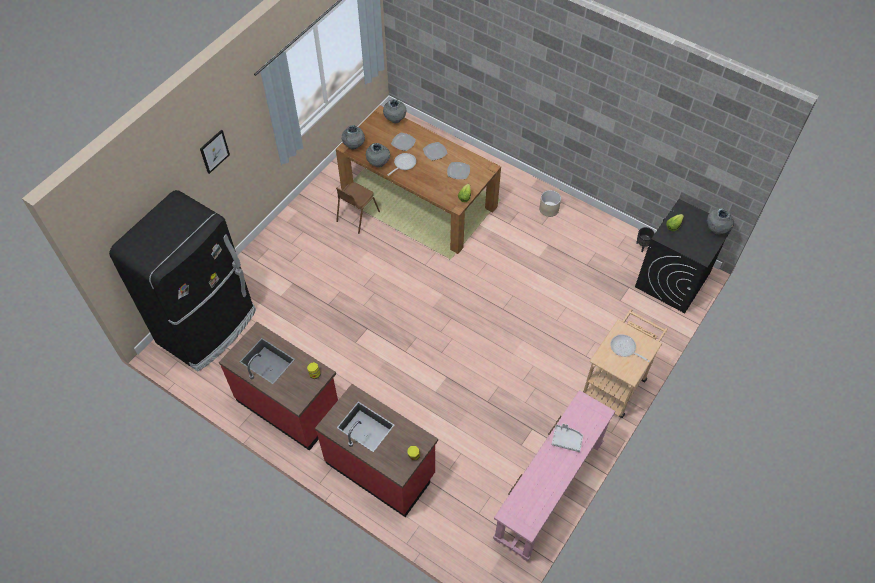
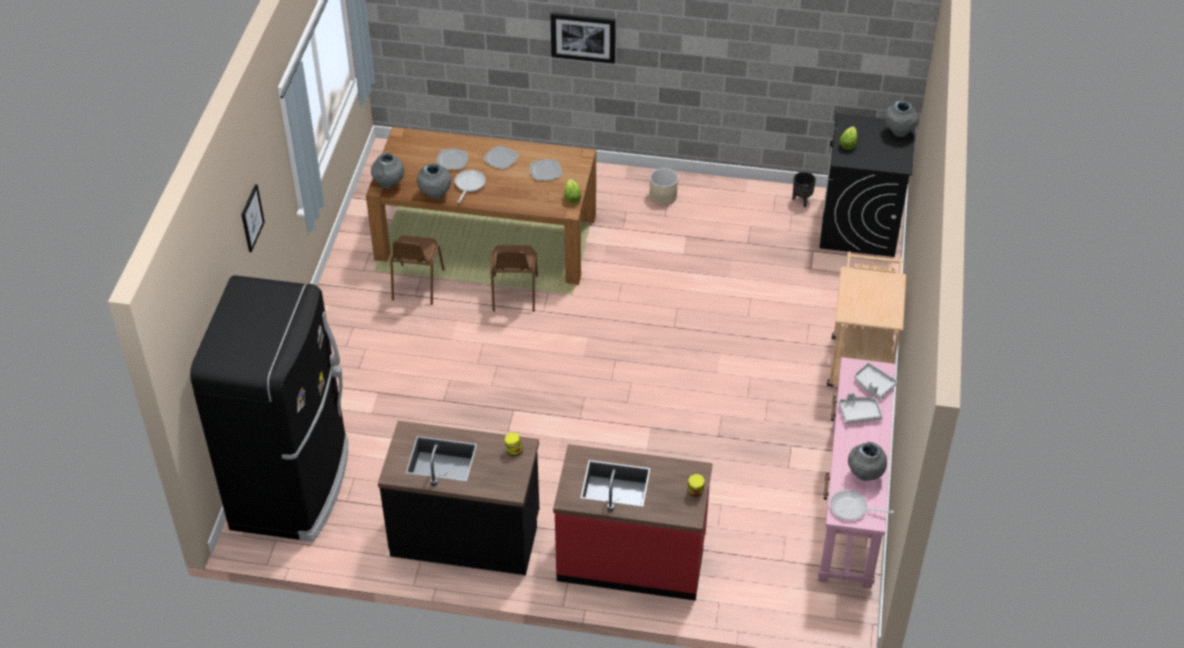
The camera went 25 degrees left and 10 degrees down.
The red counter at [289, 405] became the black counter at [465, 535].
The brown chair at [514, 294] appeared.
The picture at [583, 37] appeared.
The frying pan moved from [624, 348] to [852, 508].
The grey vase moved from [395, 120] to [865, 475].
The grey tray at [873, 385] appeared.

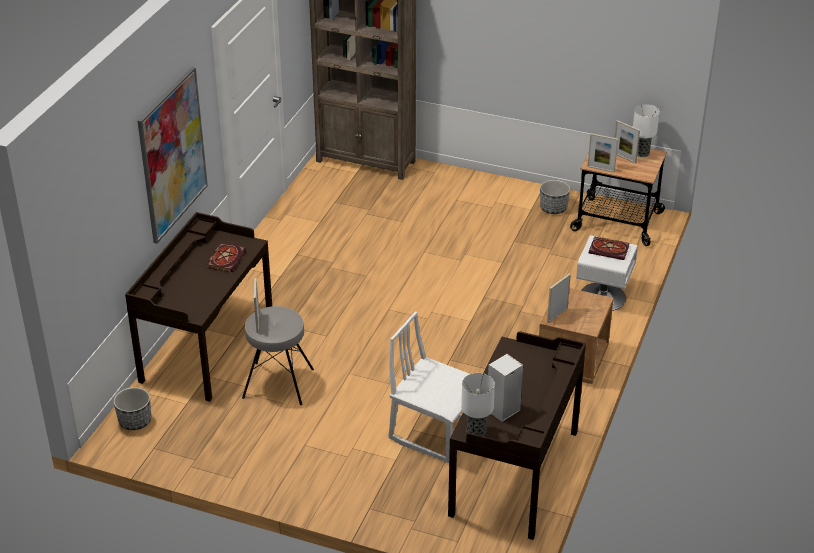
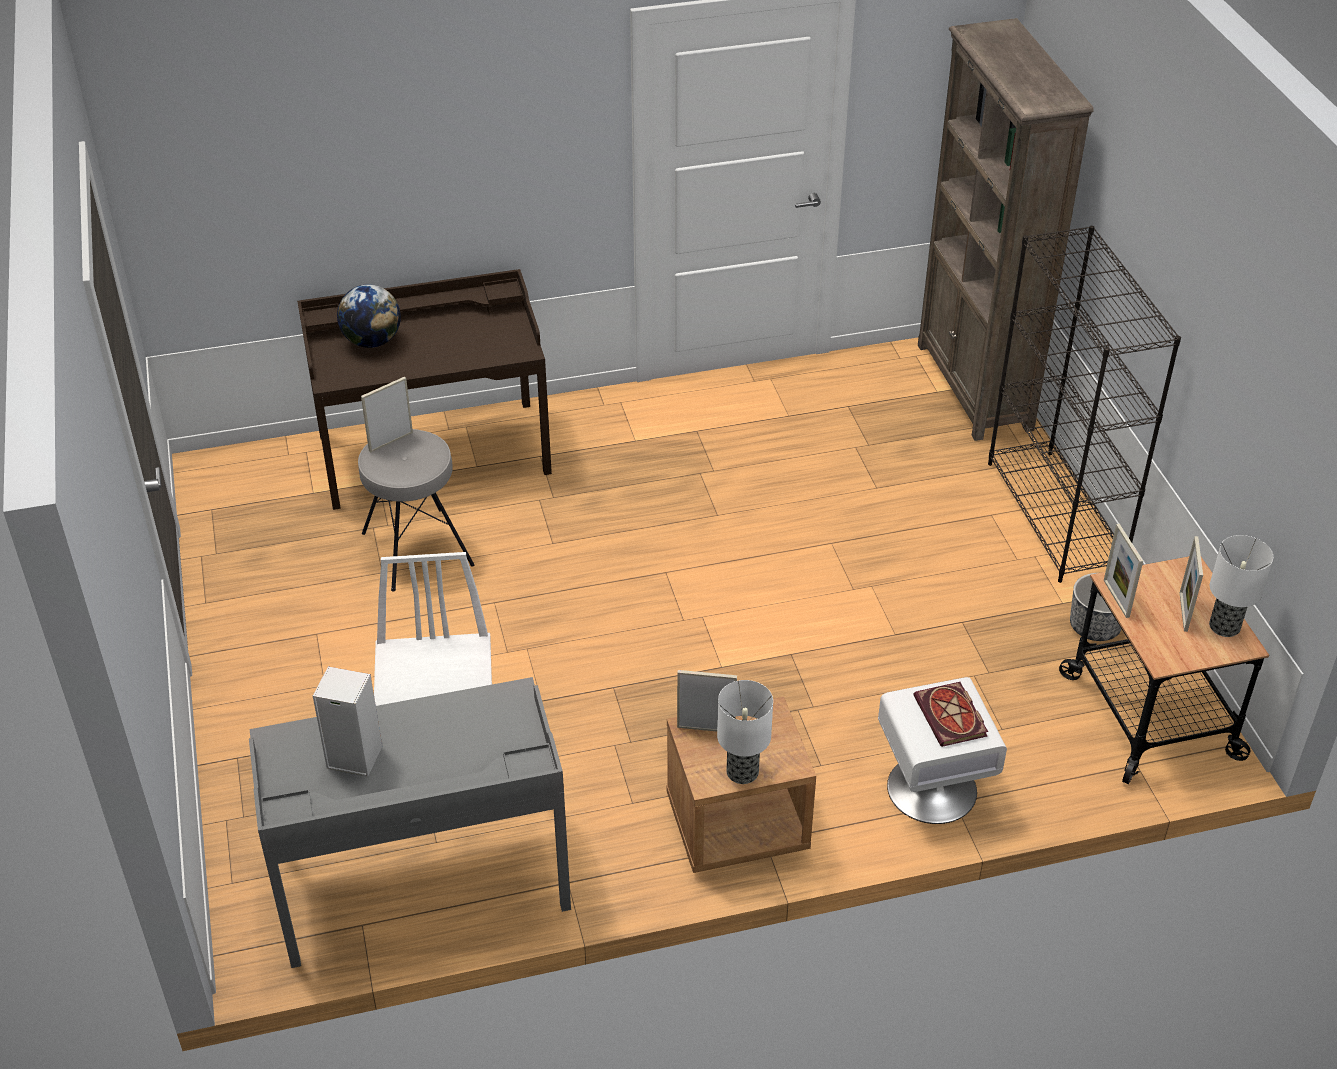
The camera went 55 degrees right and 5 degrees up.
The brown desk at [516, 473] became the grey desk at [422, 879].
The globe at [372, 341] appeared.
The table lamp moved from [475, 431] to [741, 771].
The black bookcase at [1056, 515] appeared.
The planter at [135, 421] disappeared.
The picture at [172, 154] disappeared.
The book at [226, 258] disappeared.

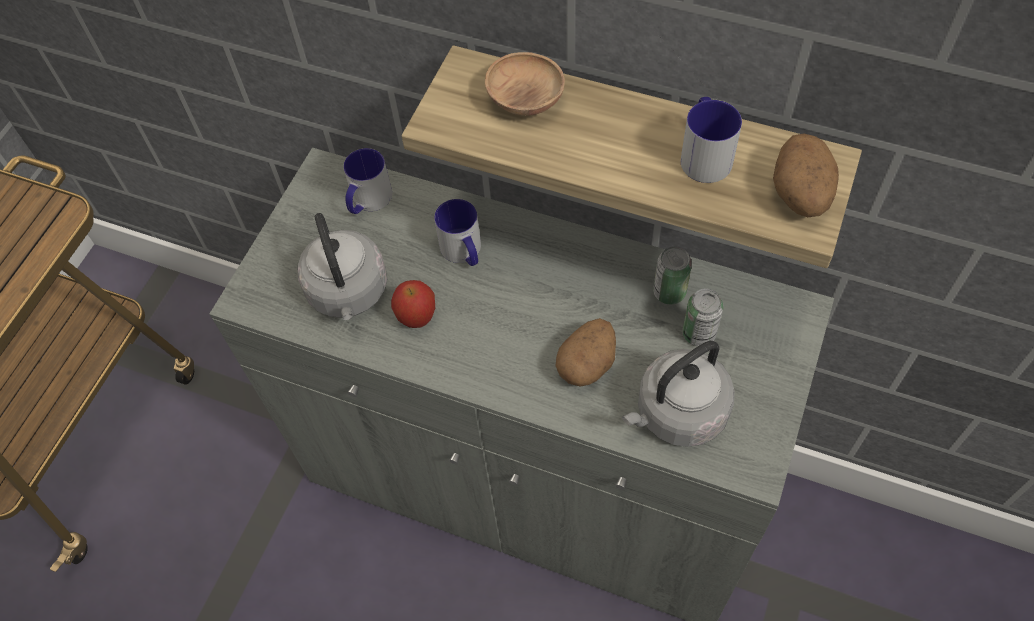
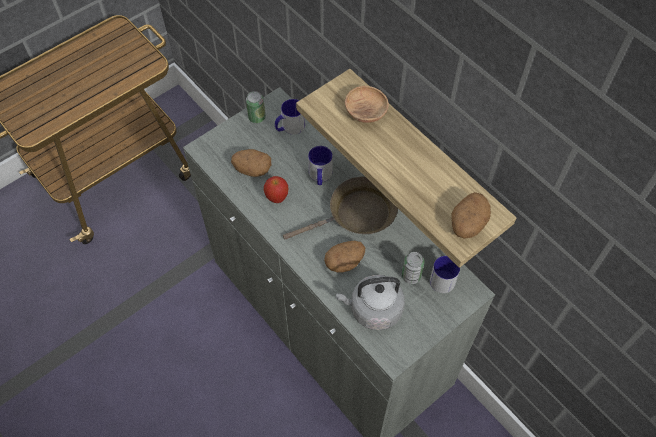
The camera went 25 degrees right and 0 degrees up.
The grey kettle at [349, 293] was replaced by the potato at [252, 169].
The can moved from [669, 292] to [257, 117].
The brown frying pan at [357, 215] appeared.
The mug moved from [704, 154] to [444, 277].

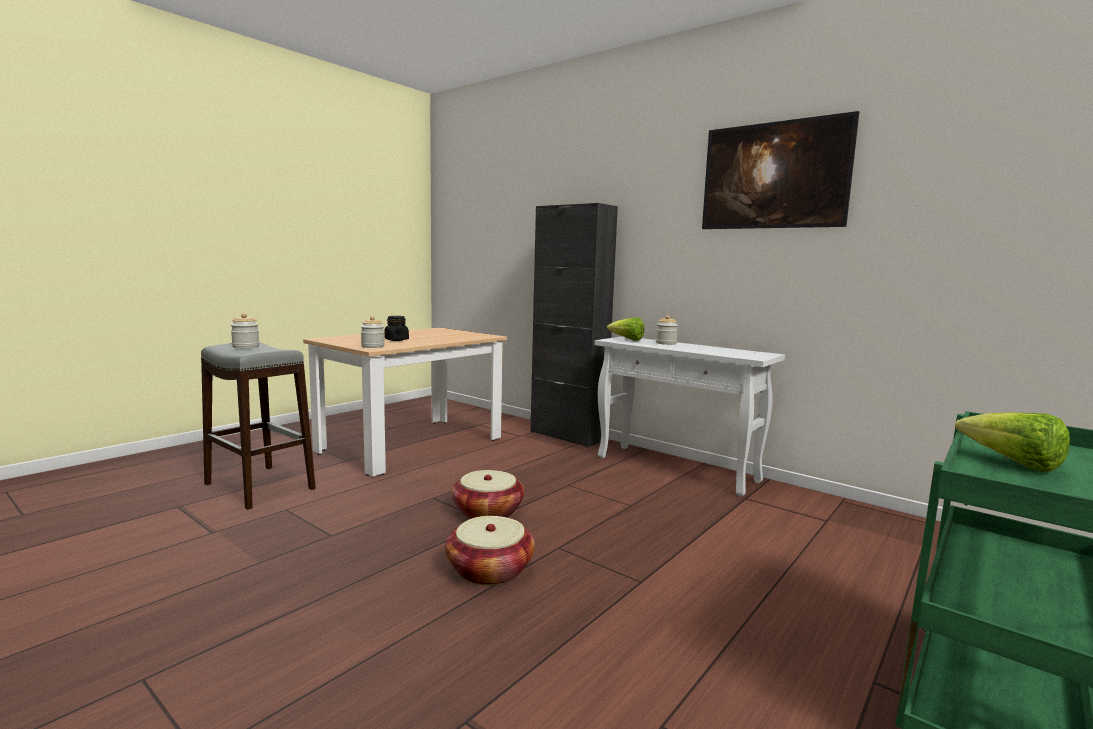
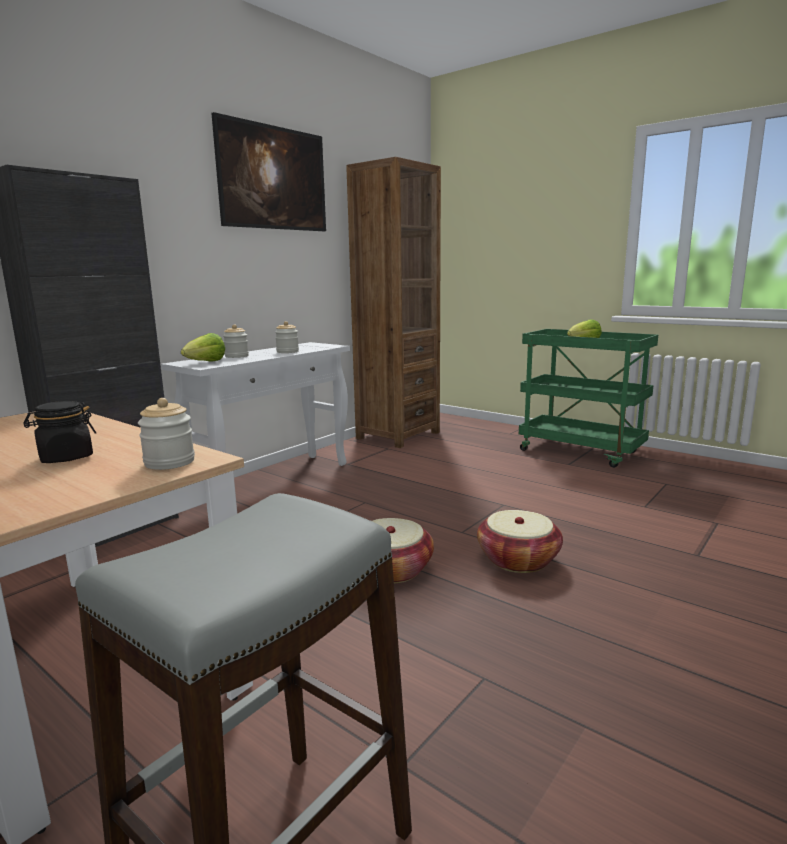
The camera went 90 degrees left and 5 degrees up.
The jar moved from [246, 347] to [287, 352].
The brown bookcase at [398, 435] appeared.

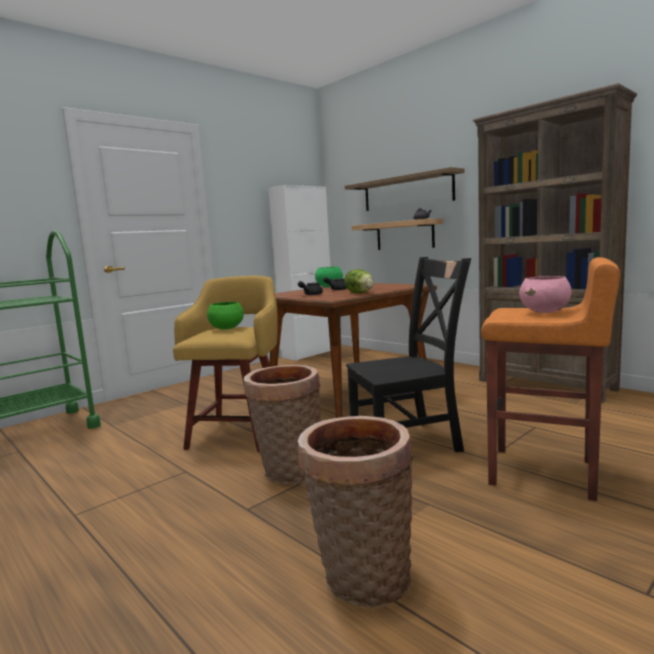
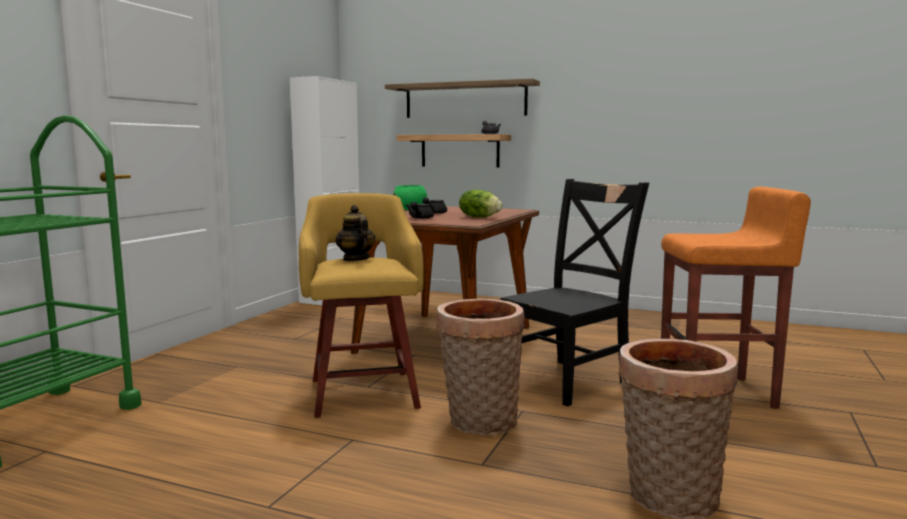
The camera went 25 degrees left and 0 degrees up.
The green bowl at [226, 328] was replaced by the teapot at [355, 259].
The brown bookcase at [546, 385] disappeared.
The pink bowl at [545, 312] disappeared.

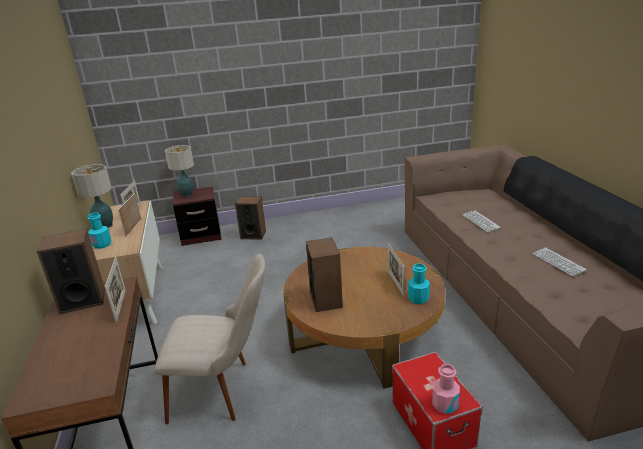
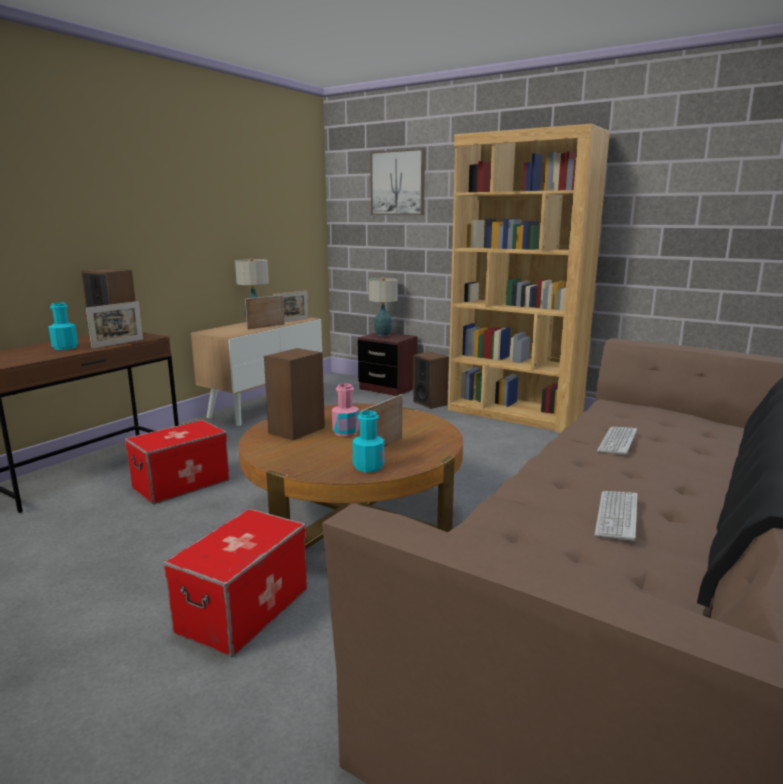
The camera went 45 degrees right and 10 degrees down.
The turquoise bottle moved from [102, 244] to [65, 347].
The beige chair at [225, 390] was replaced by the storage box at [181, 484].
The pink bottle moved from [445, 405] to [345, 432].
The picture at [398, 183] appeared.
The brown bookcase at [514, 414] appeared.

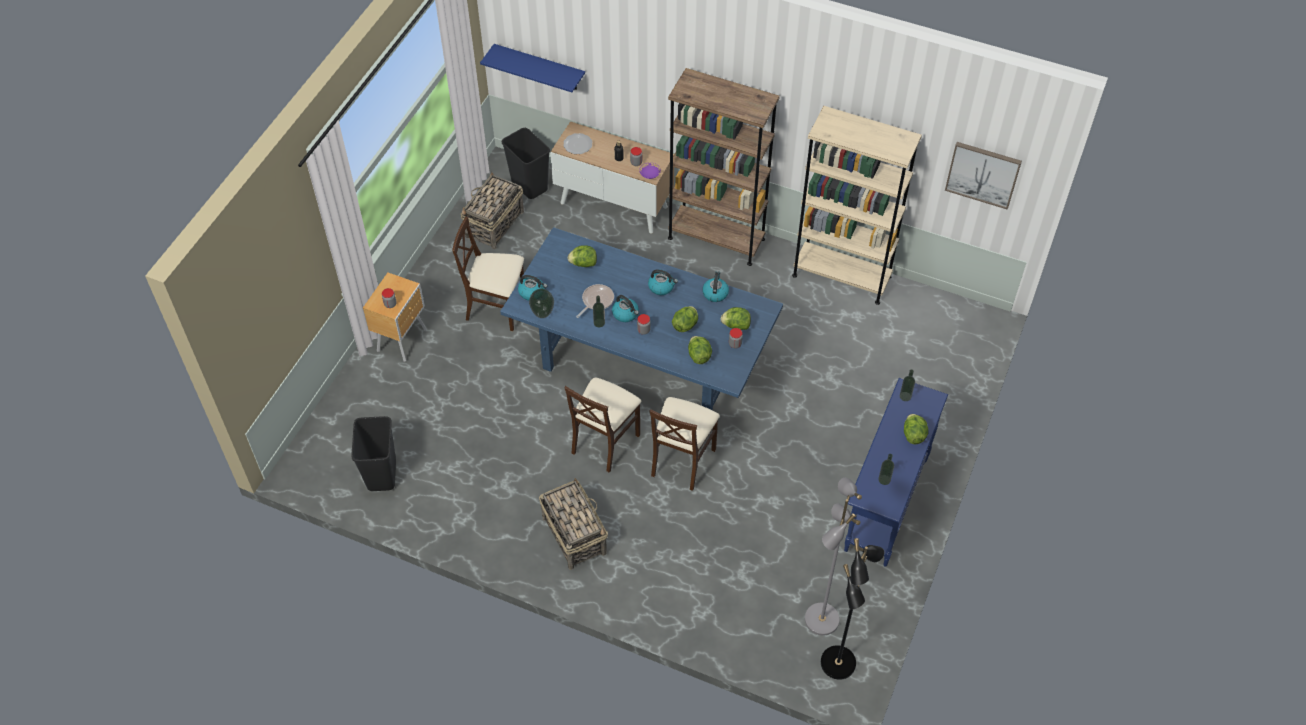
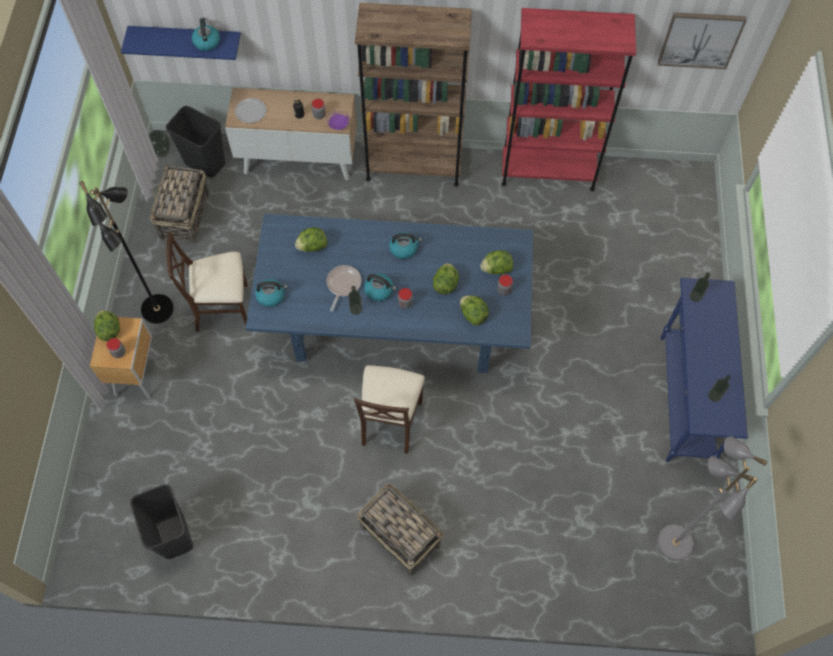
The camera went 20 degrees left and 10 degrees up.
The black floor lamp moved from [839, 663] to [158, 310].
The lettuce moved from [913, 434] to [109, 330].
The vase moved from [542, 314] to [162, 153].
The kettle moved from [715, 293] to [206, 42].
The beige bookcase at [841, 276] became the red bookcase at [548, 171].
The beige chair at [682, 460] disappeared.

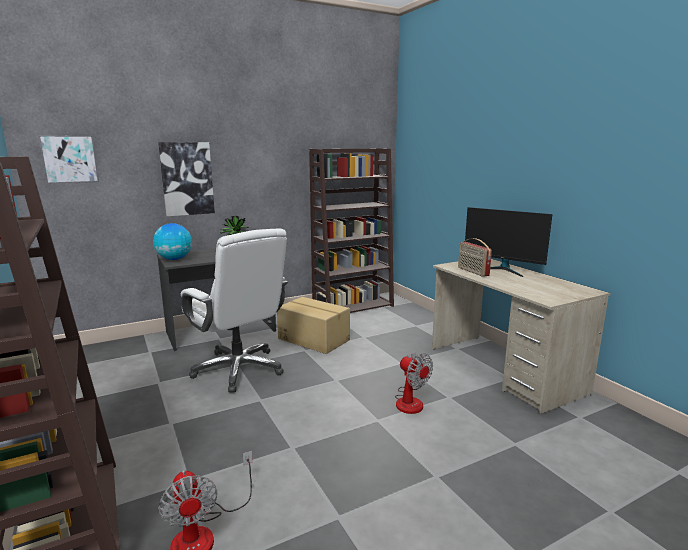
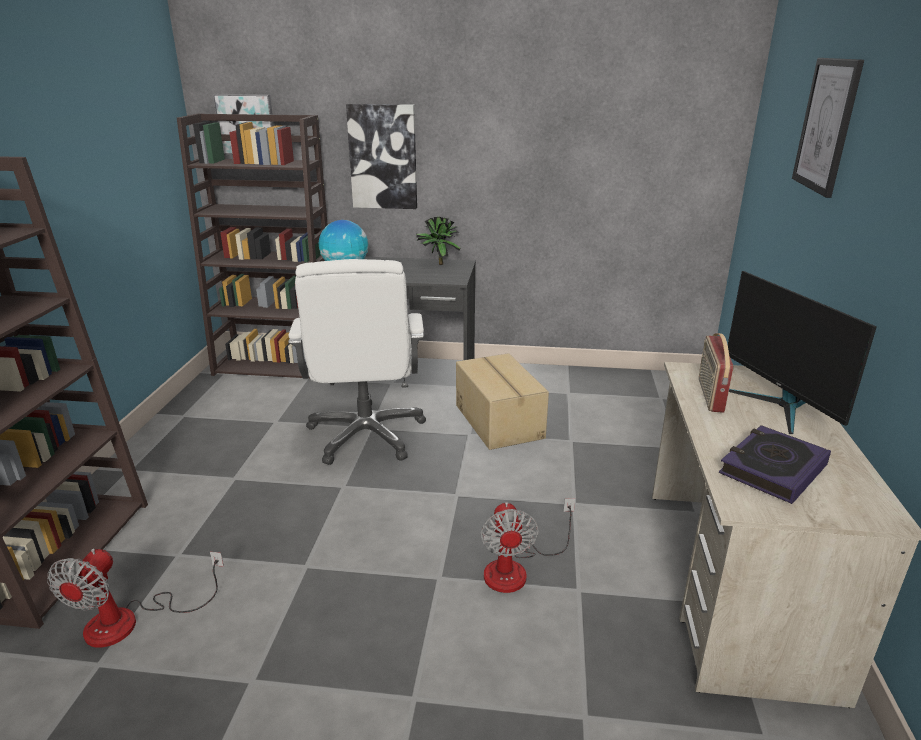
The camera went 35 degrees right and 10 degrees up.
The brown bookcase moved from [353, 306] to [278, 365].
The book at [772, 469] appeared.
The picture at [826, 125] appeared.

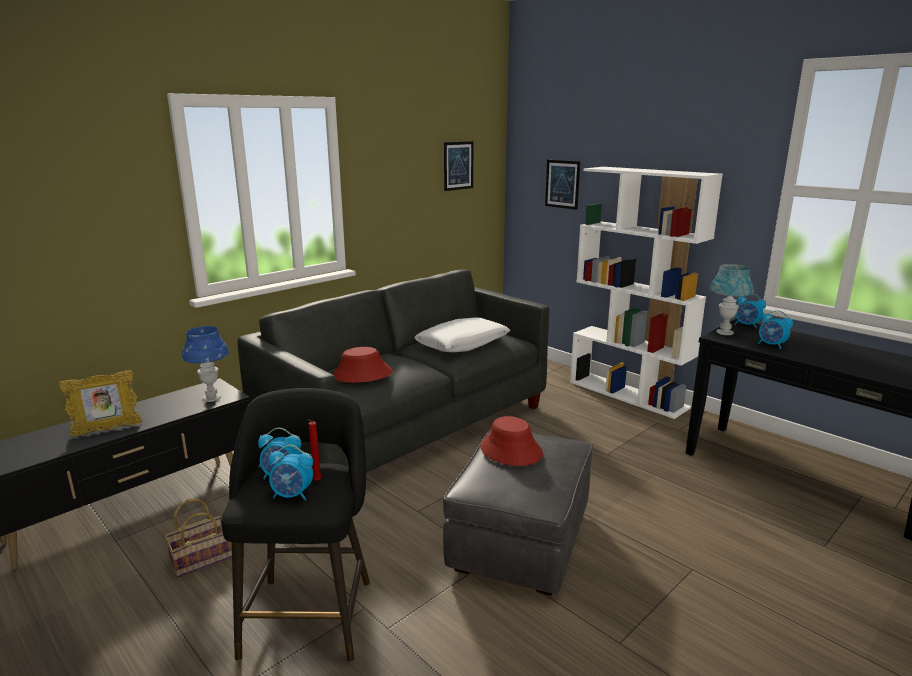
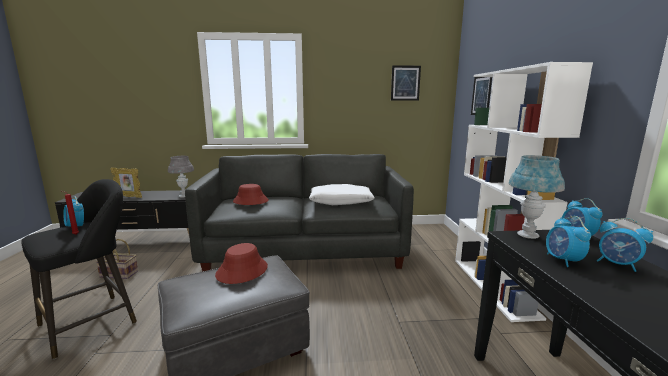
The camera went 40 degrees right and 5 degrees down.
The blue table lamp at [212, 398] became the grey table lamp at [184, 196].
The alarm clock moved from [292, 495] to [617, 264].

